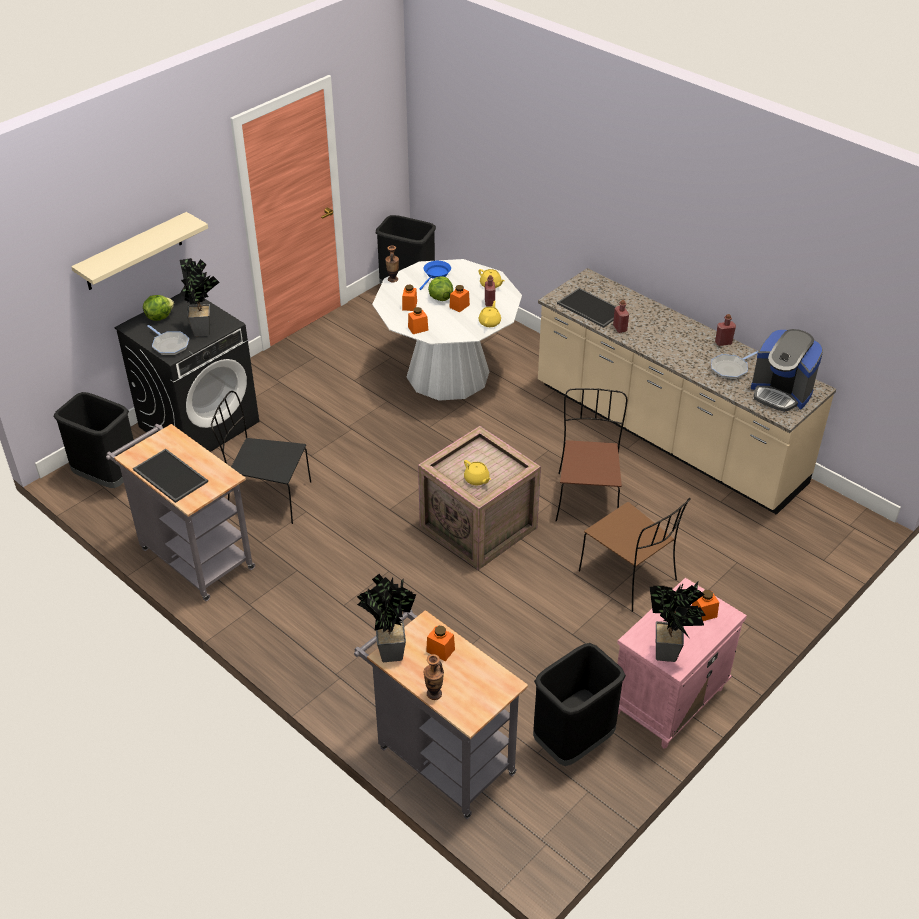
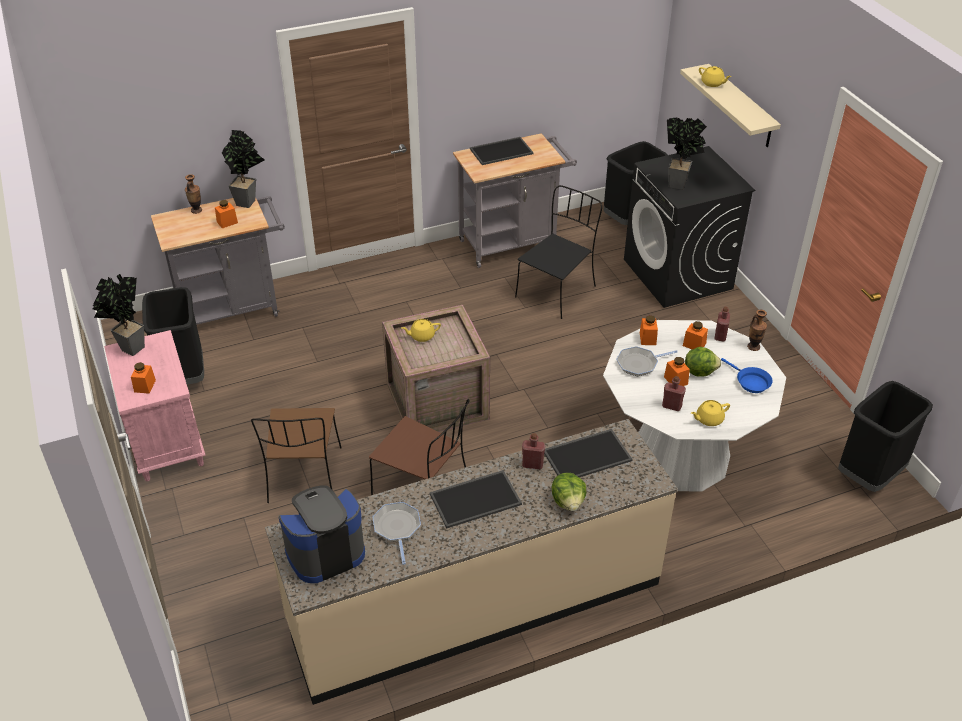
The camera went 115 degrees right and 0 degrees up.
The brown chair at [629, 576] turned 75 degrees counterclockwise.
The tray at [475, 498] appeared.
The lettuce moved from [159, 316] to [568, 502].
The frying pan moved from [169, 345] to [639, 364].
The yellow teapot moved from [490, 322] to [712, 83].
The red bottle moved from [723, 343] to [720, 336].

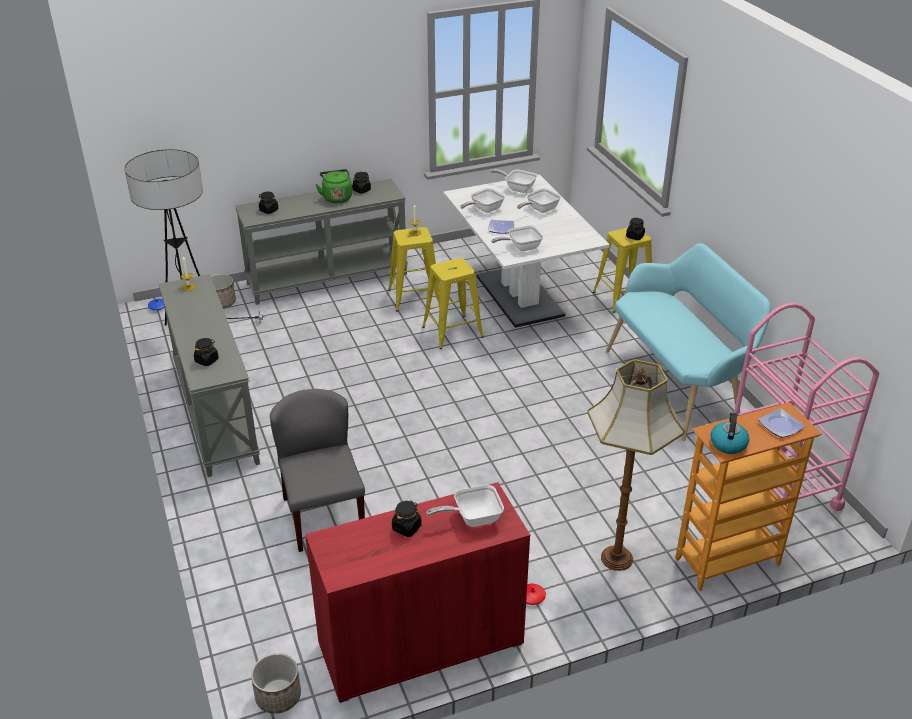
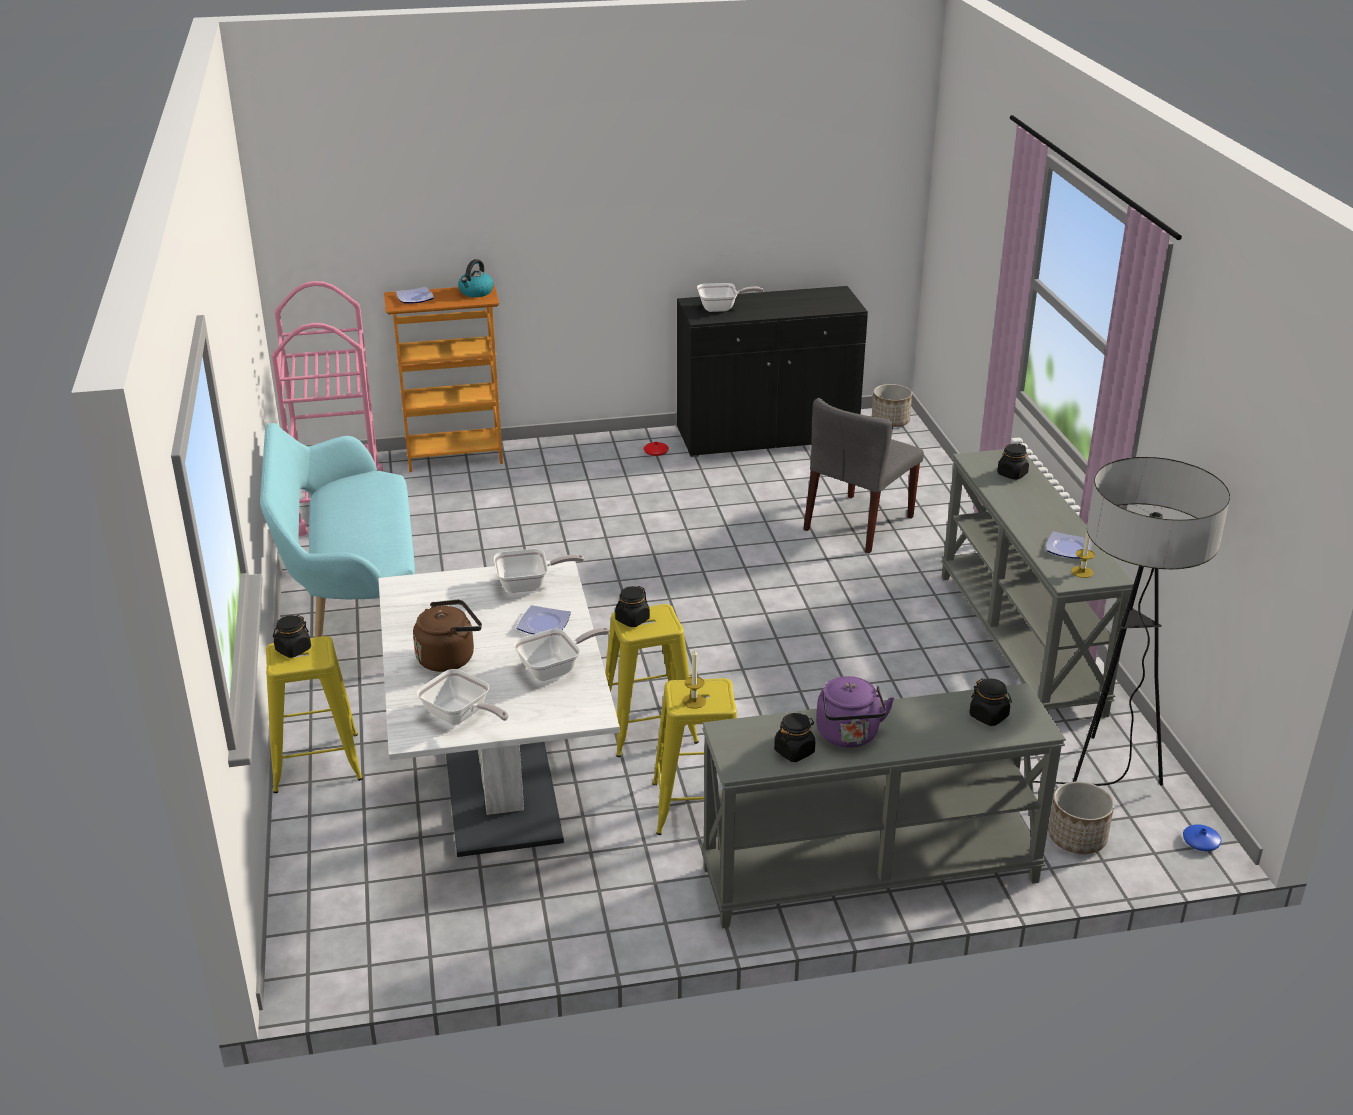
The camera went 170 degrees left and 5 degrees down.
The frying pan at [540, 210] was replaced by the brown kettle at [449, 658].
The black jar moved from [406, 527] to [632, 620].
The red cabinet at [420, 644] became the black cabinet at [767, 436].
The grey chair at [323, 516] turned 45 degrees clockwise.
The green kettle at [336, 197] became the purple kettle at [849, 736].
The plate at [1069, 549] appeared.
The floor lamp at [618, 559] disappeared.

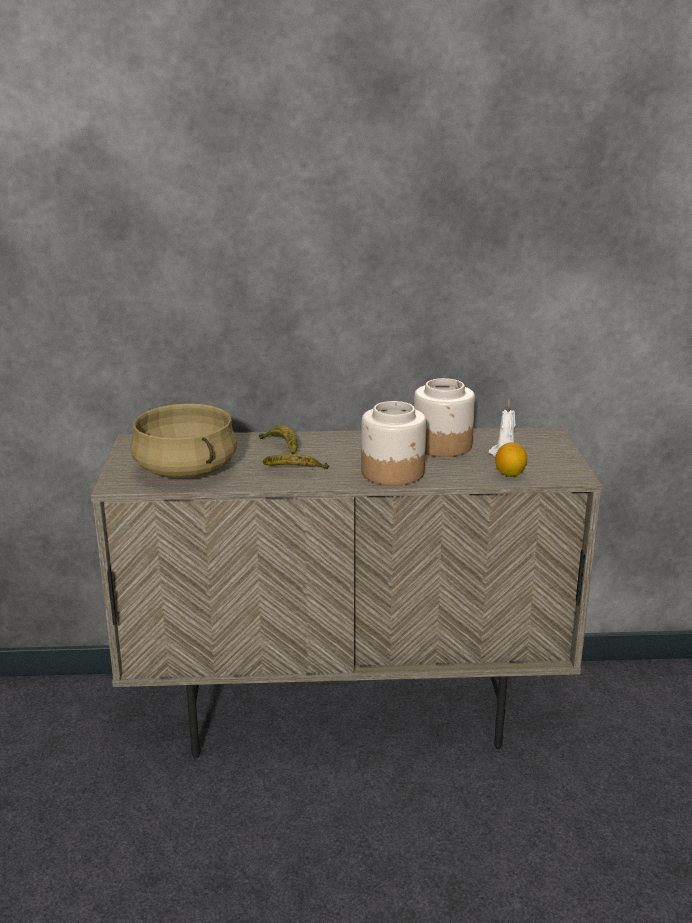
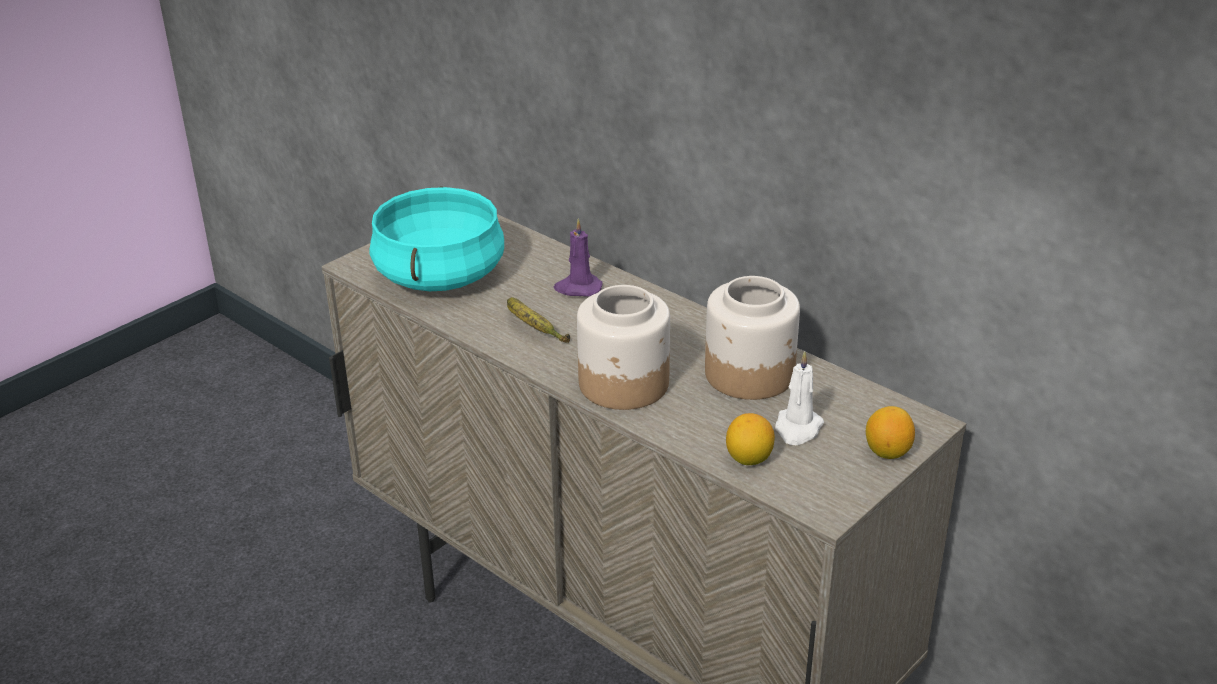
The camera went 45 degrees right and 10 degrees up.
The beige cooking pot at [184, 470] became the turquoise cooking pot at [439, 275].
The banana at [281, 446] was replaced by the purple candle at [577, 288].
The lemon at [887, 452] appeared.

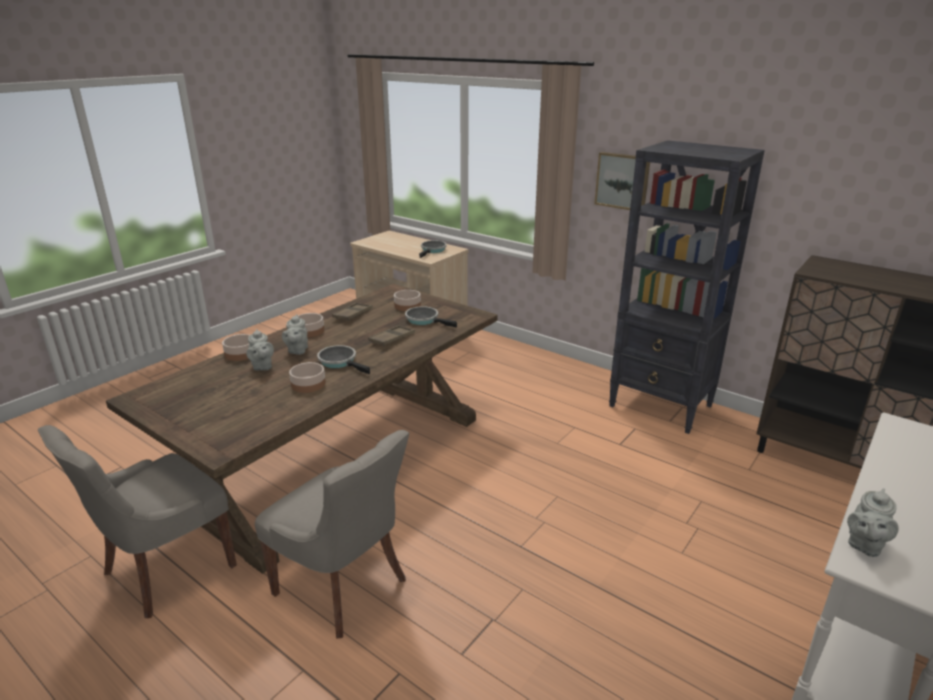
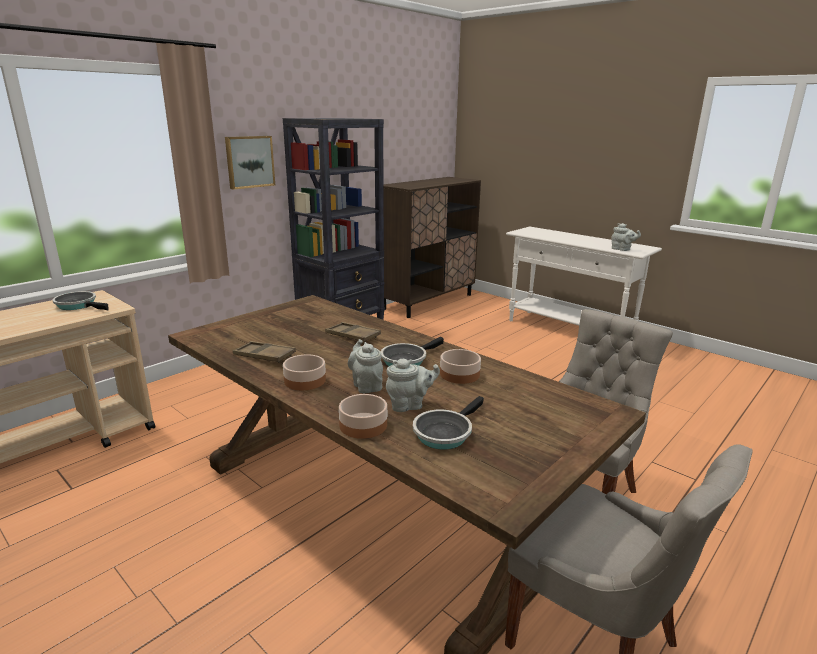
The camera went 85 degrees left and 5 degrees down.
The grey teapot at [297, 350] turned 120 degrees counterclockwise.
The frying pan moved from [424, 320] to [444, 433].
The bowl at [408, 306] disappeared.

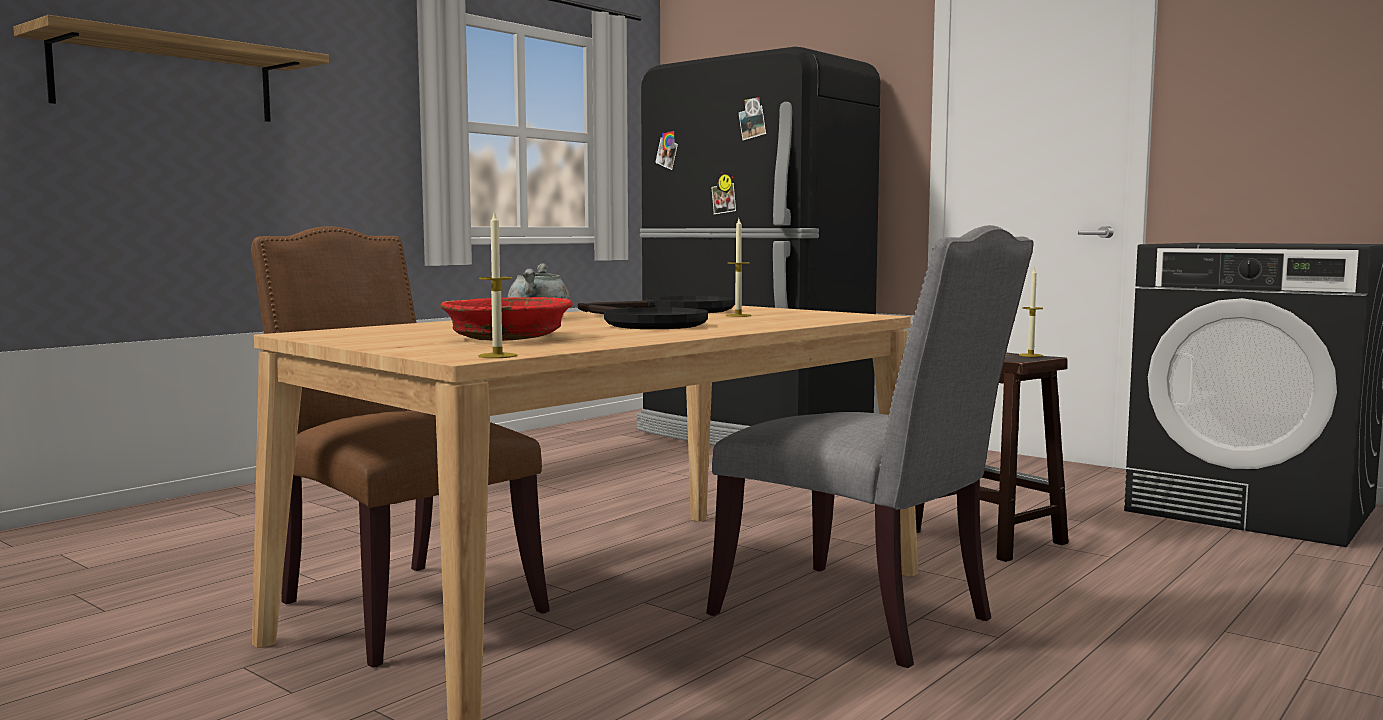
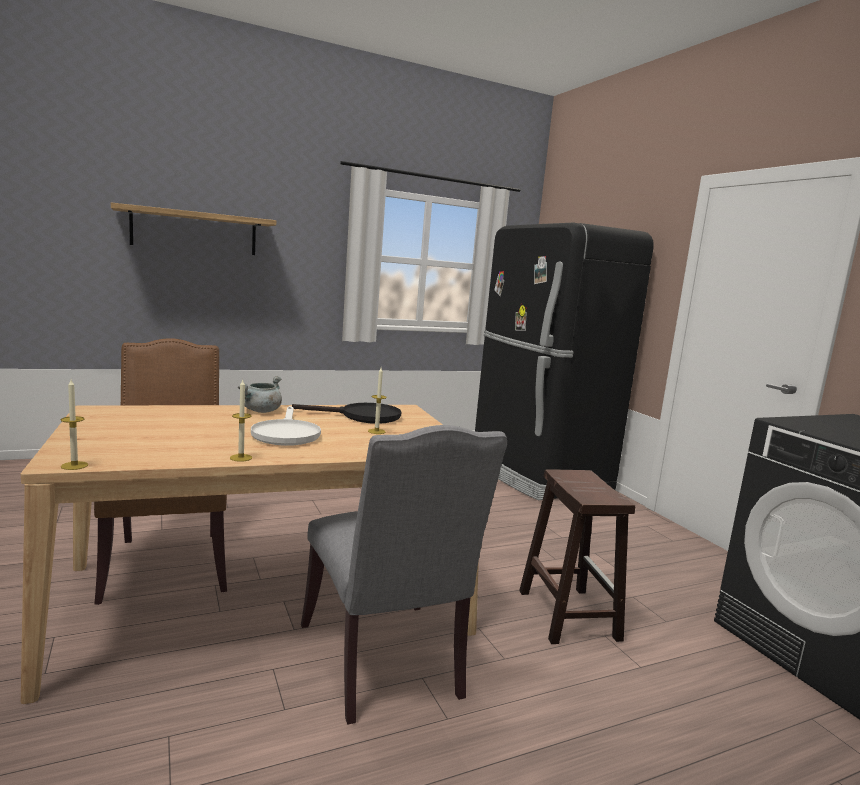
The camera went 25 degrees right and 5 degrees up.
The candle moved from [1030, 355] to [241, 458].
The black frying pan at [645, 324] became the white frying pan at [286, 434].
The red bowl at [507, 338] disappeared.

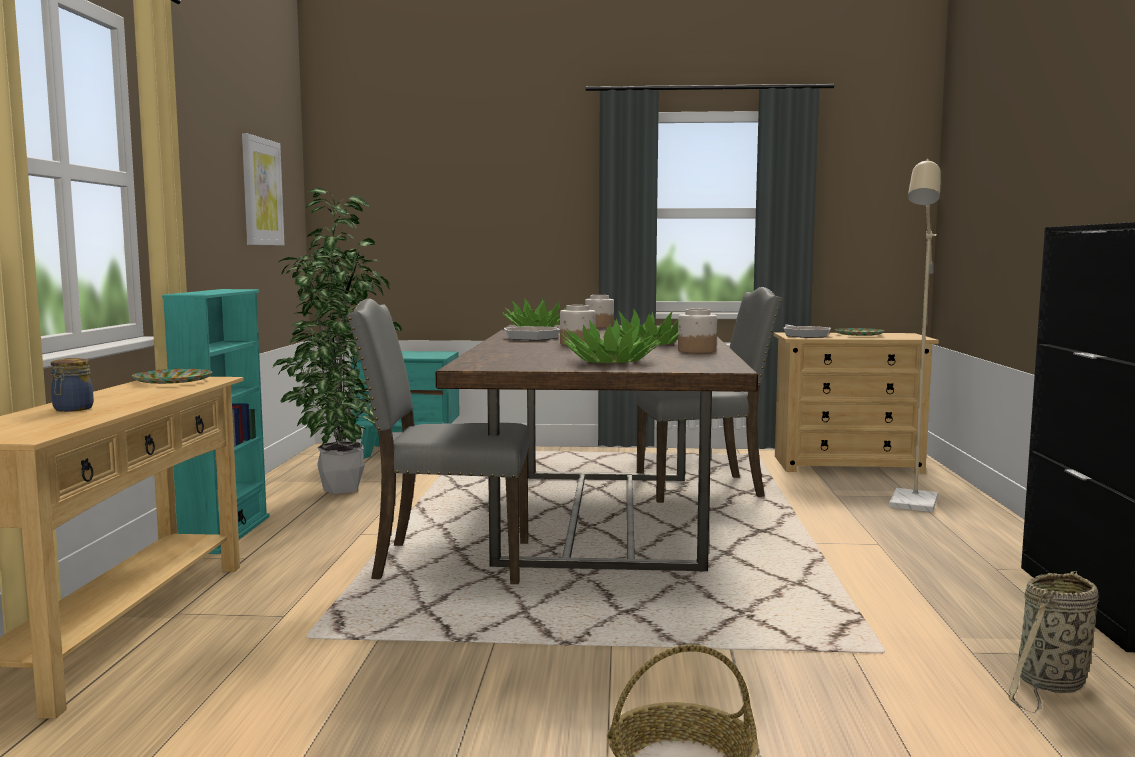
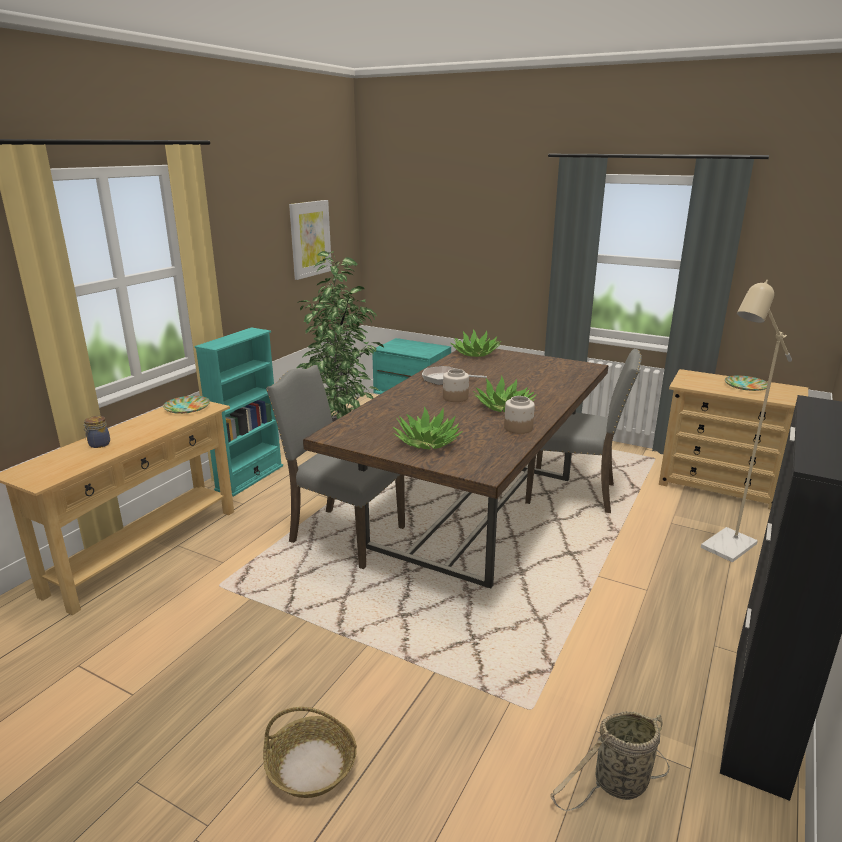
The camera went 25 degrees right and 15 degrees up.
The jar at [599, 326] disappeared.
The frying pan at [805, 335] disappeared.

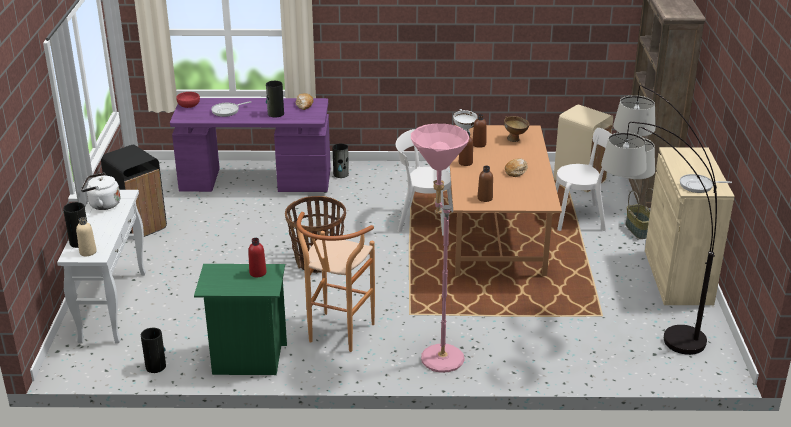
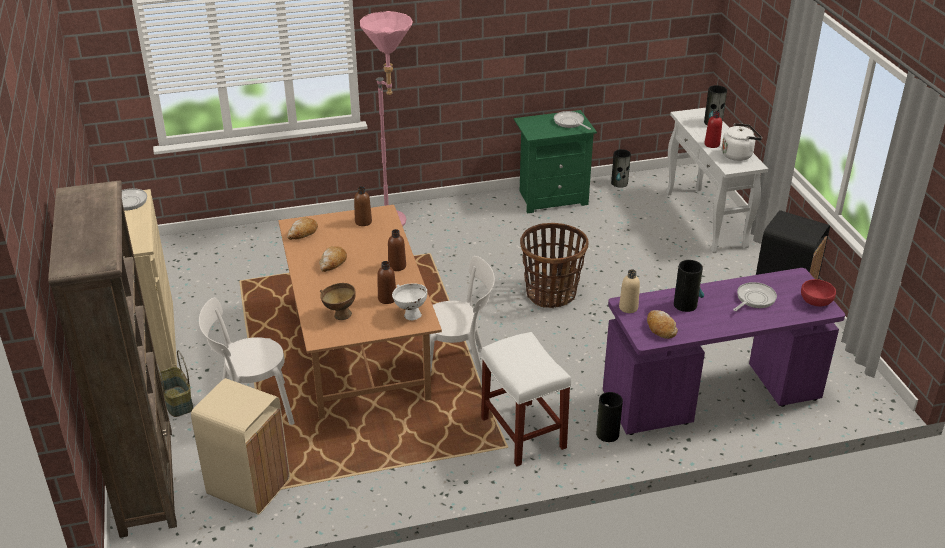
The camera went 165 degrees right and 5 degrees up.
The bread at [303, 233] appeared.
The white stool at [522, 432] appeared.
The frying pan at [570, 122] appeared.
The beige bottle moved from [88, 252] to [628, 307].
The red bottle moved from [258, 273] to [712, 144].
The brown stool at [337, 336] disappeared.
The floor lamp at [632, 333] disappeared.

